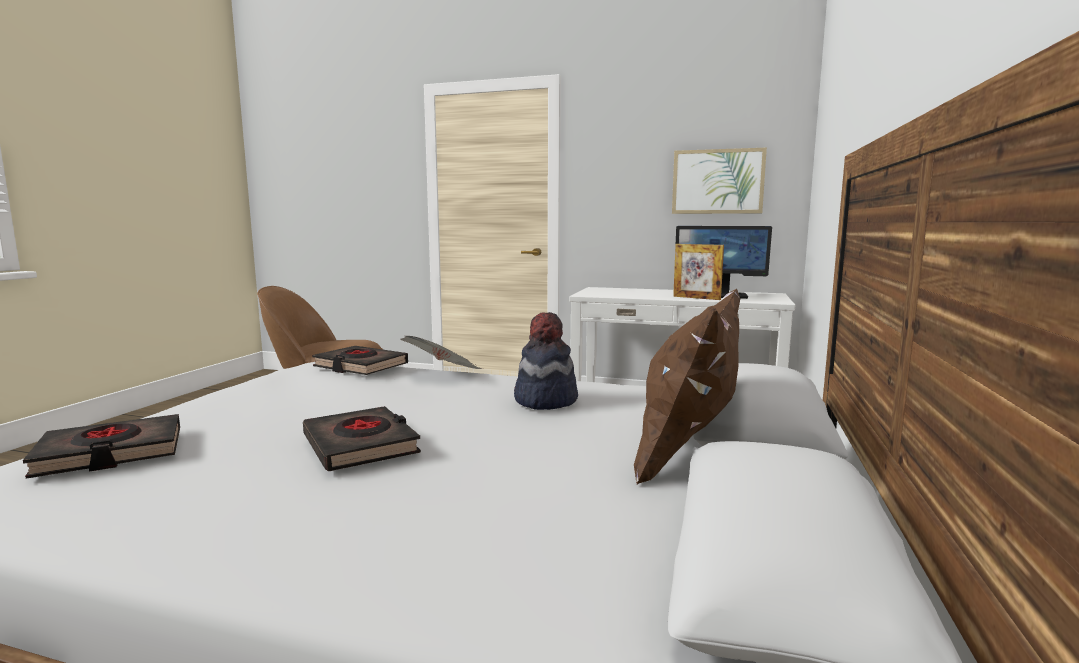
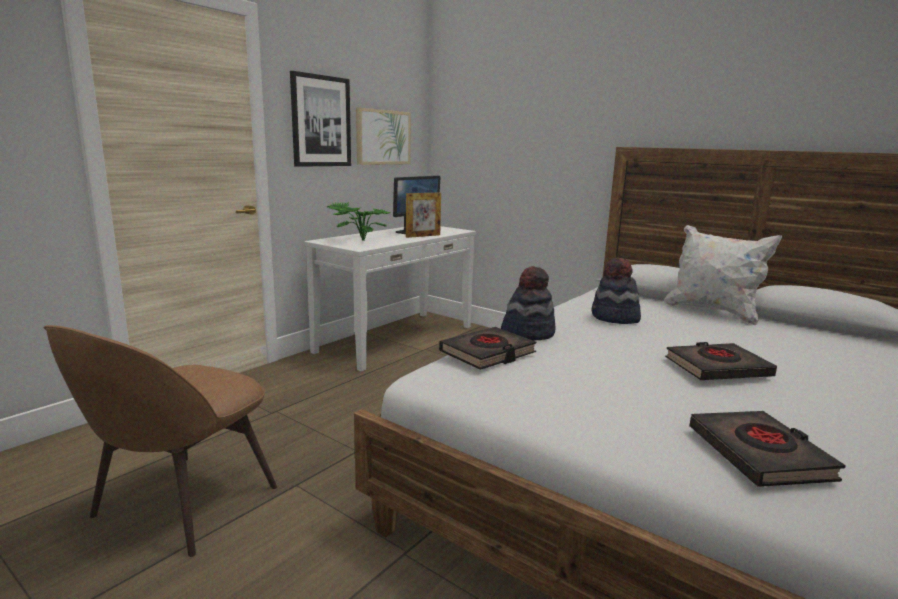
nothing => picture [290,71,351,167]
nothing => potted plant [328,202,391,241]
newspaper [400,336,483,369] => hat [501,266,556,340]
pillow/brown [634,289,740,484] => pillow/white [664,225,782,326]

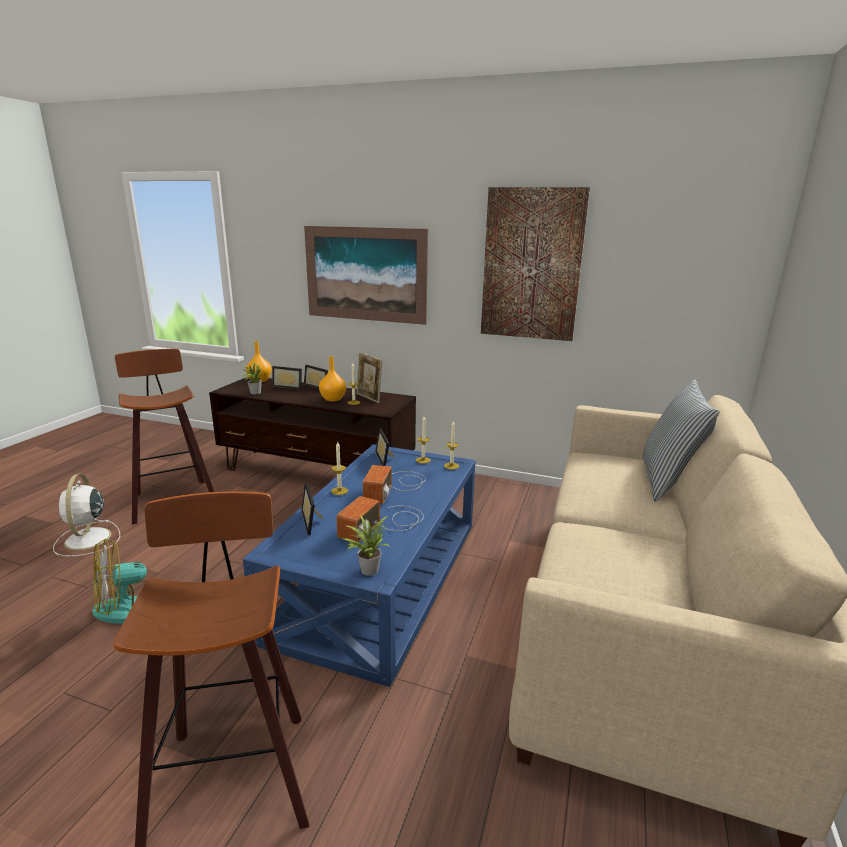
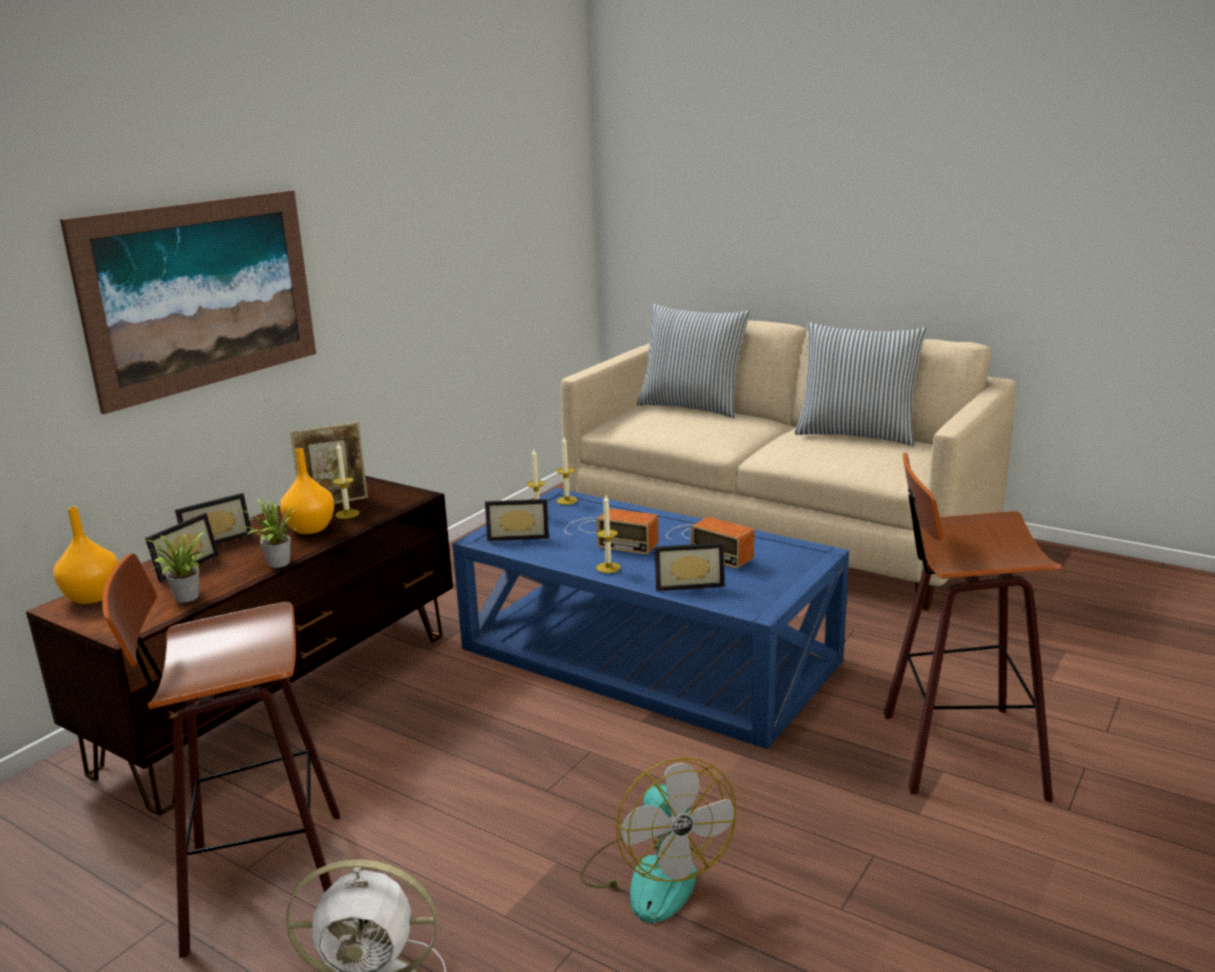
potted plant [341,515,389,576] => potted plant [240,498,297,568], move
nothing => pillow [794,322,927,446]
picture [481,187,590,341] => nothing

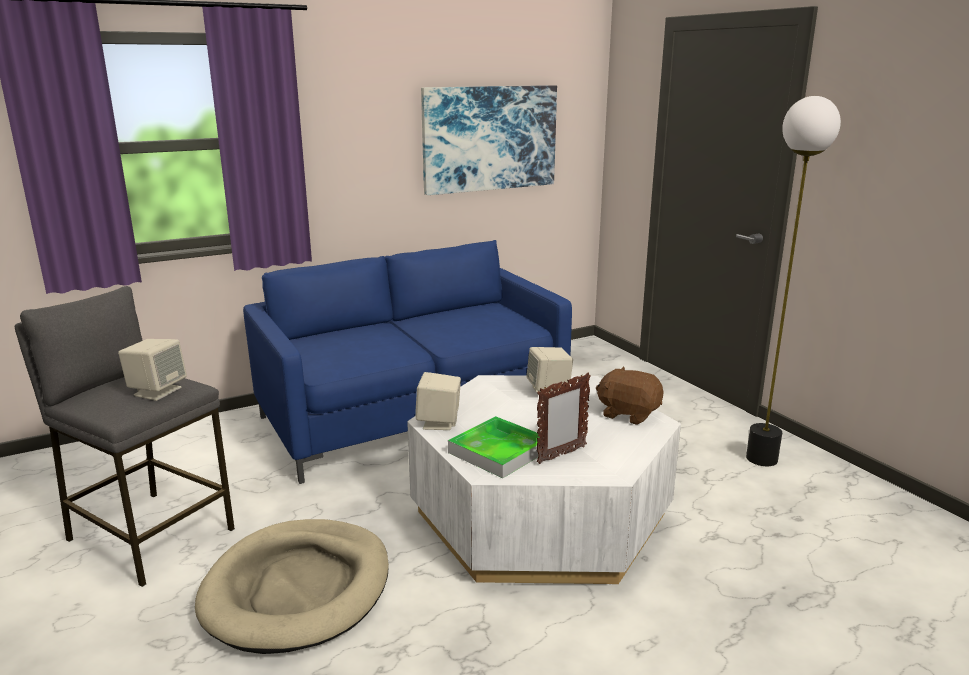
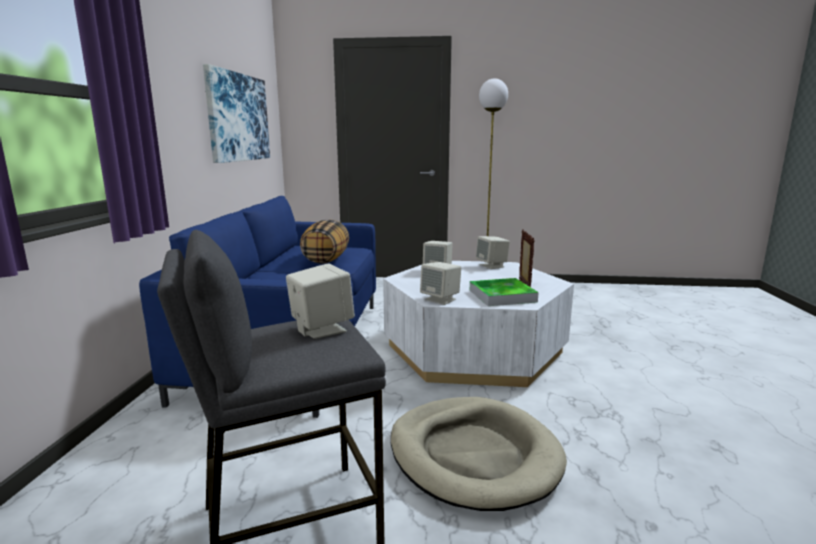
nothing => pillow [300,219,349,264]
plush toy/brown [596,366,663,425] => speaker/beige [476,236,510,269]

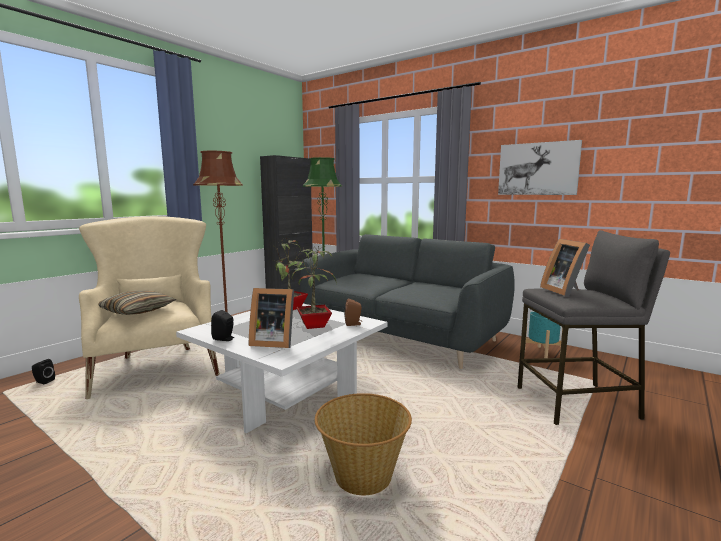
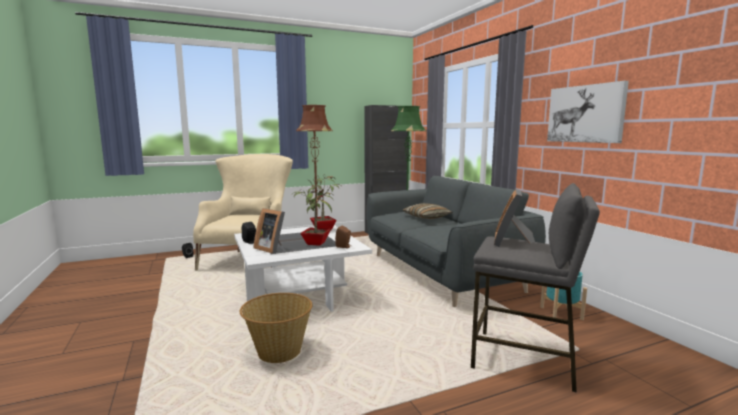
pillow [98,290,176,315] => pillow [403,203,453,219], move

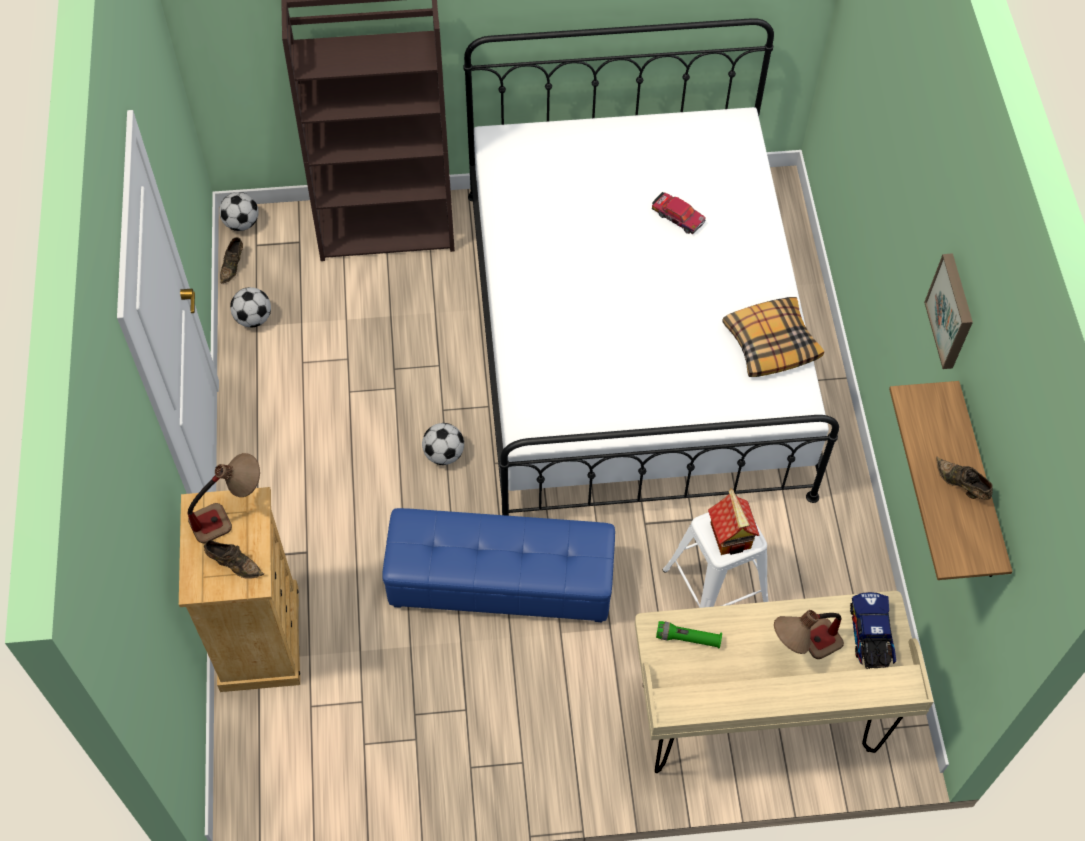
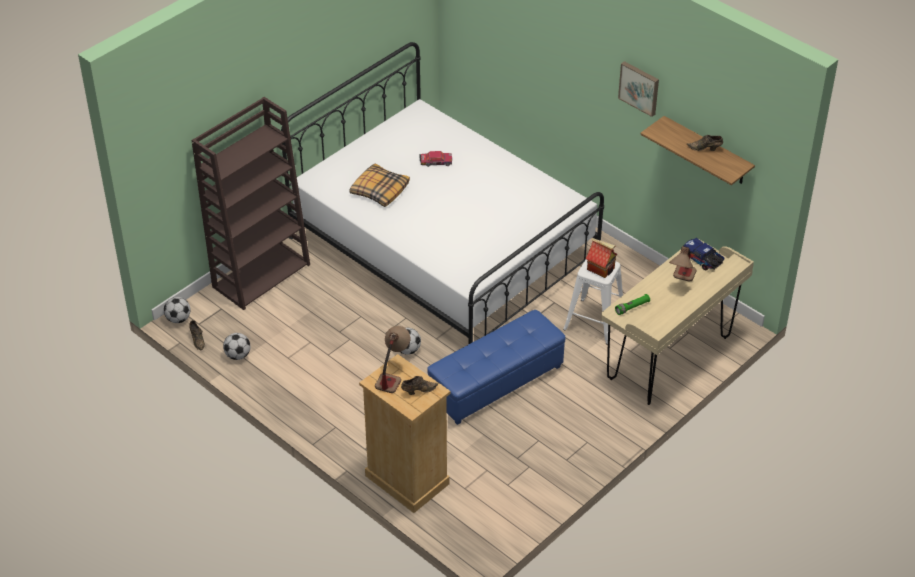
pillow [722,297,824,377] => pillow [350,163,410,207], move

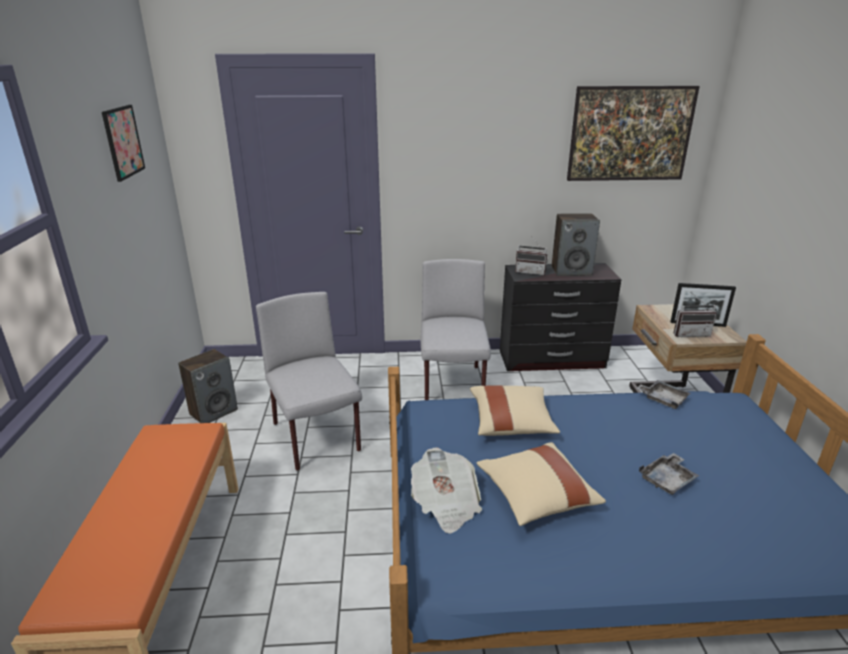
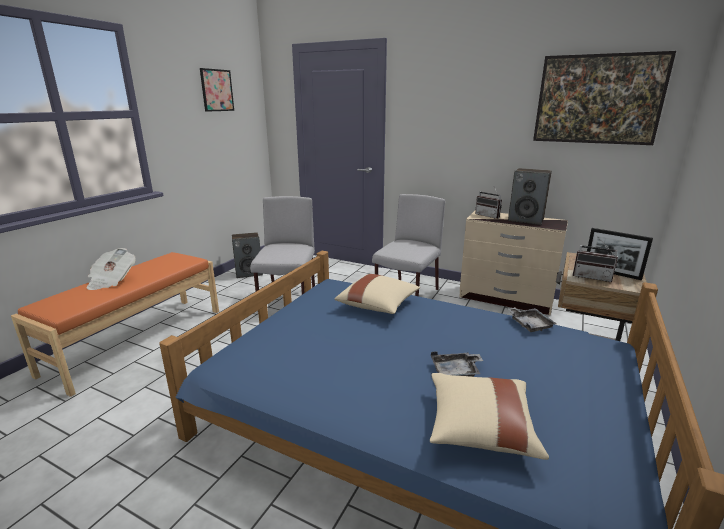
newspaper [411,448,482,534] => newspaper [87,248,136,290], move
pillow/beige [477,442,606,526] => pillow/beige [430,373,549,460], move
dresser/black [500,263,622,371] => dresser/beige [459,210,568,315]

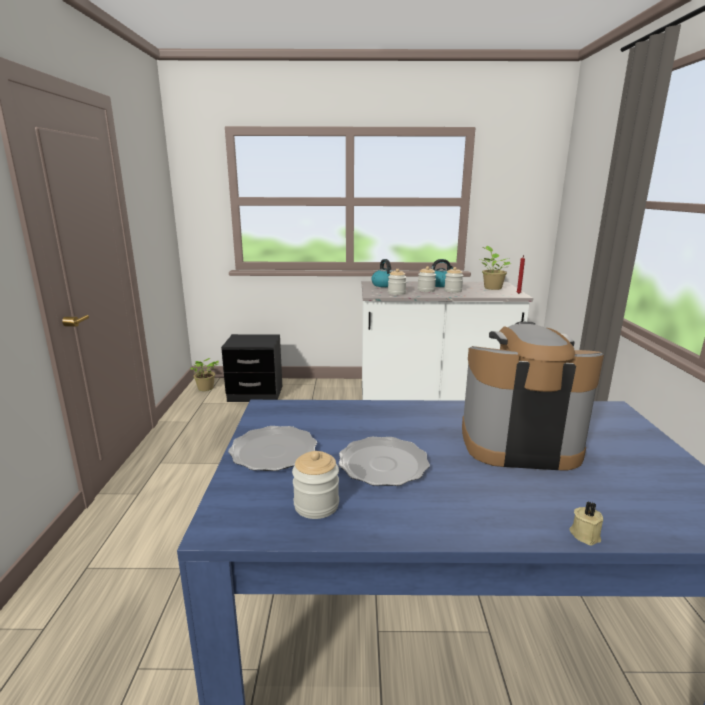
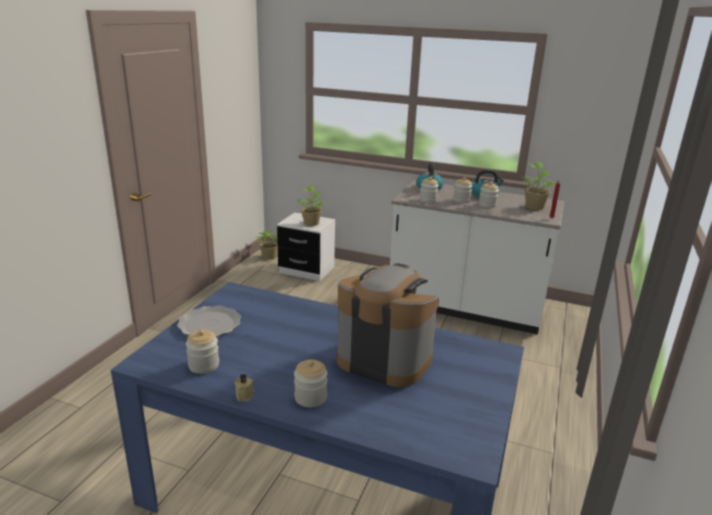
candle/beige [570,501,603,545] => candle/beige [235,374,255,401], move
nightstand/black [221,334,282,402] => nightstand/white [277,213,335,281]
nothing => jar [294,359,328,407]
nothing => potted plant [296,185,324,226]
plate [338,437,430,486] => nothing

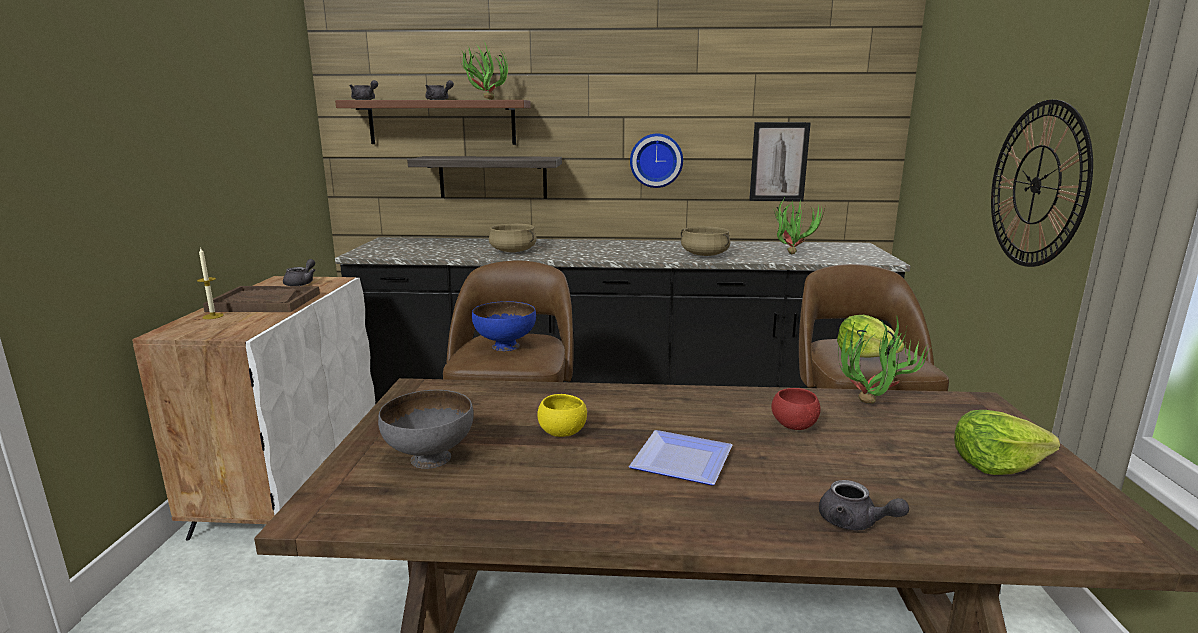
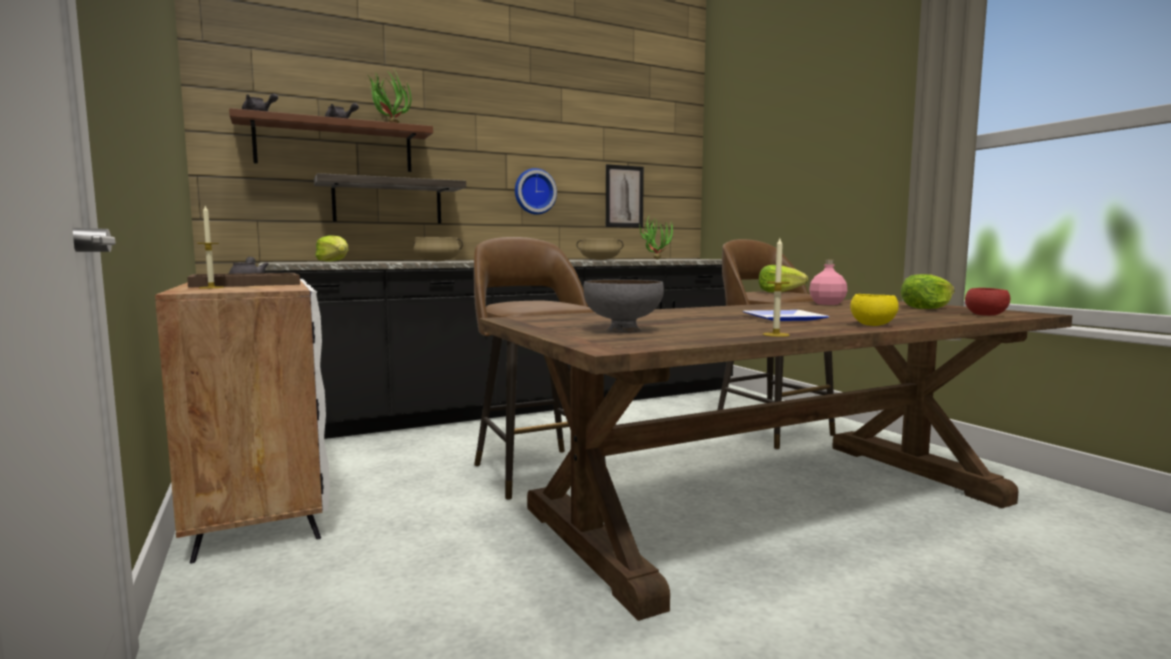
nothing => lettuce [315,235,349,262]
nothing => candle [763,238,790,337]
potted plant [838,318,930,403] => bottle/pink [809,260,847,305]
bowl/yellow [537,394,587,437] => bowl/yellow [850,294,899,326], move
bowl/red [771,388,821,430] => bowl/red [965,288,1010,316], move
bowl/blue [472,301,536,351] => nothing
teapot/grey [819,480,909,531] => nothing
wall clock [991,100,1093,267] => nothing

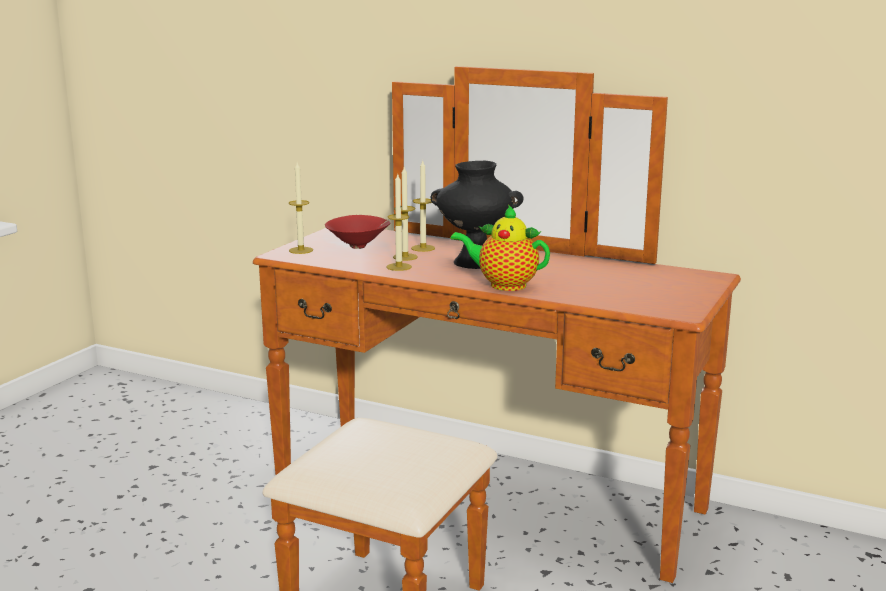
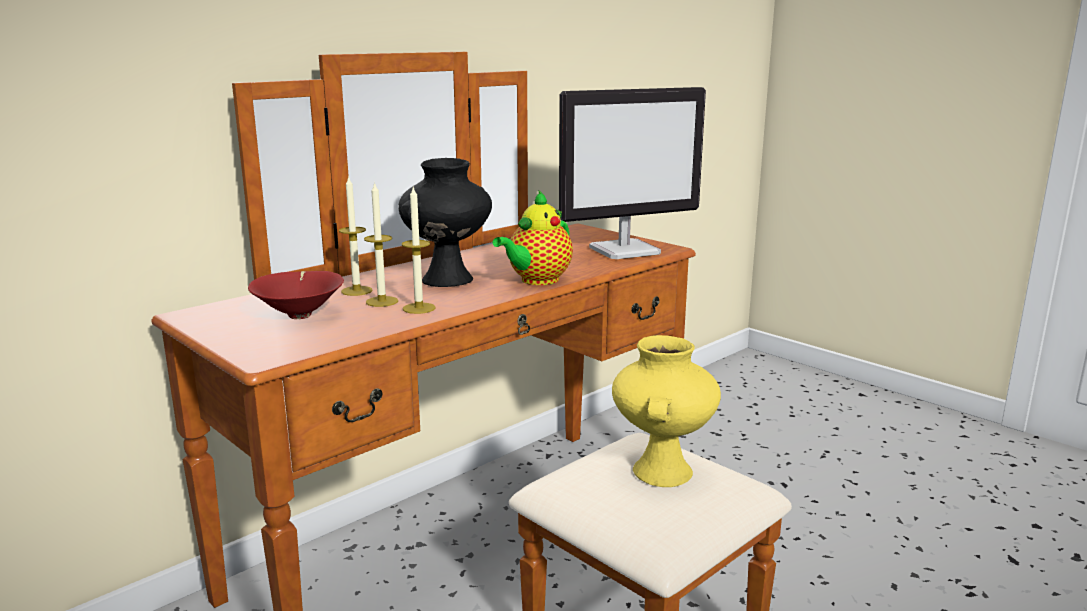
nothing => monitor [559,87,706,259]
nothing => vase/yellow [612,335,721,487]
candle [289,162,313,254] => nothing

